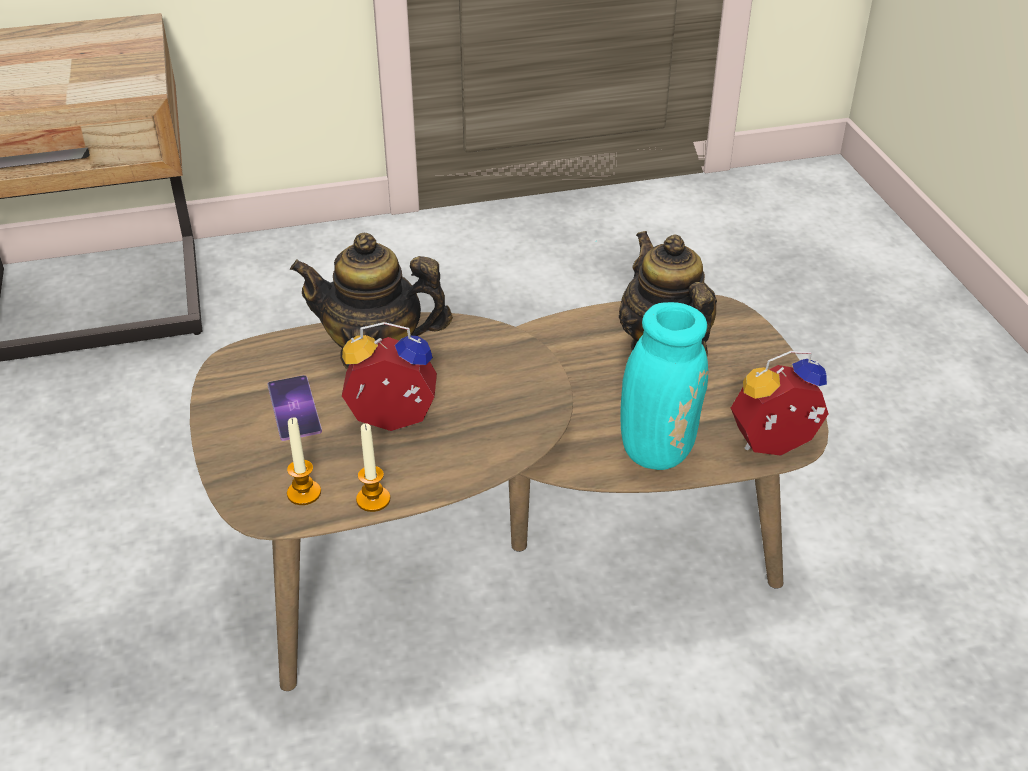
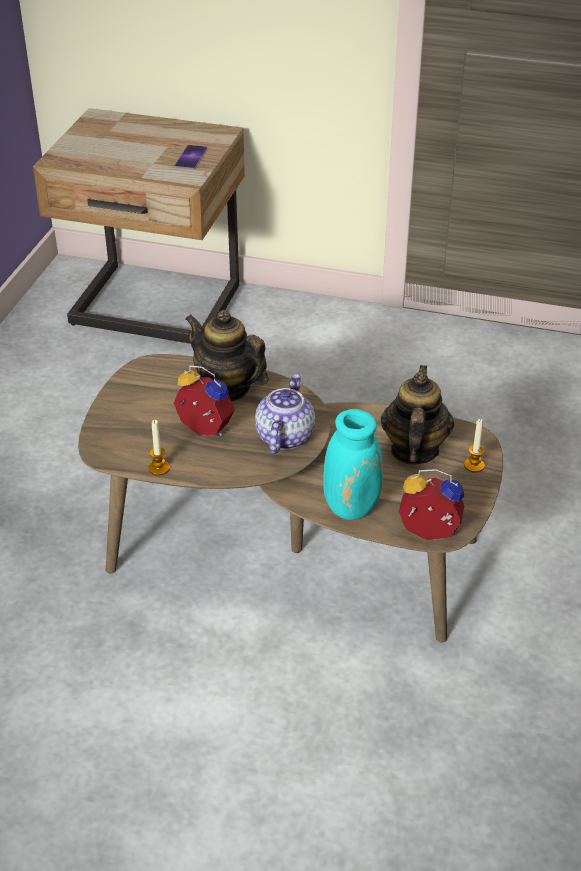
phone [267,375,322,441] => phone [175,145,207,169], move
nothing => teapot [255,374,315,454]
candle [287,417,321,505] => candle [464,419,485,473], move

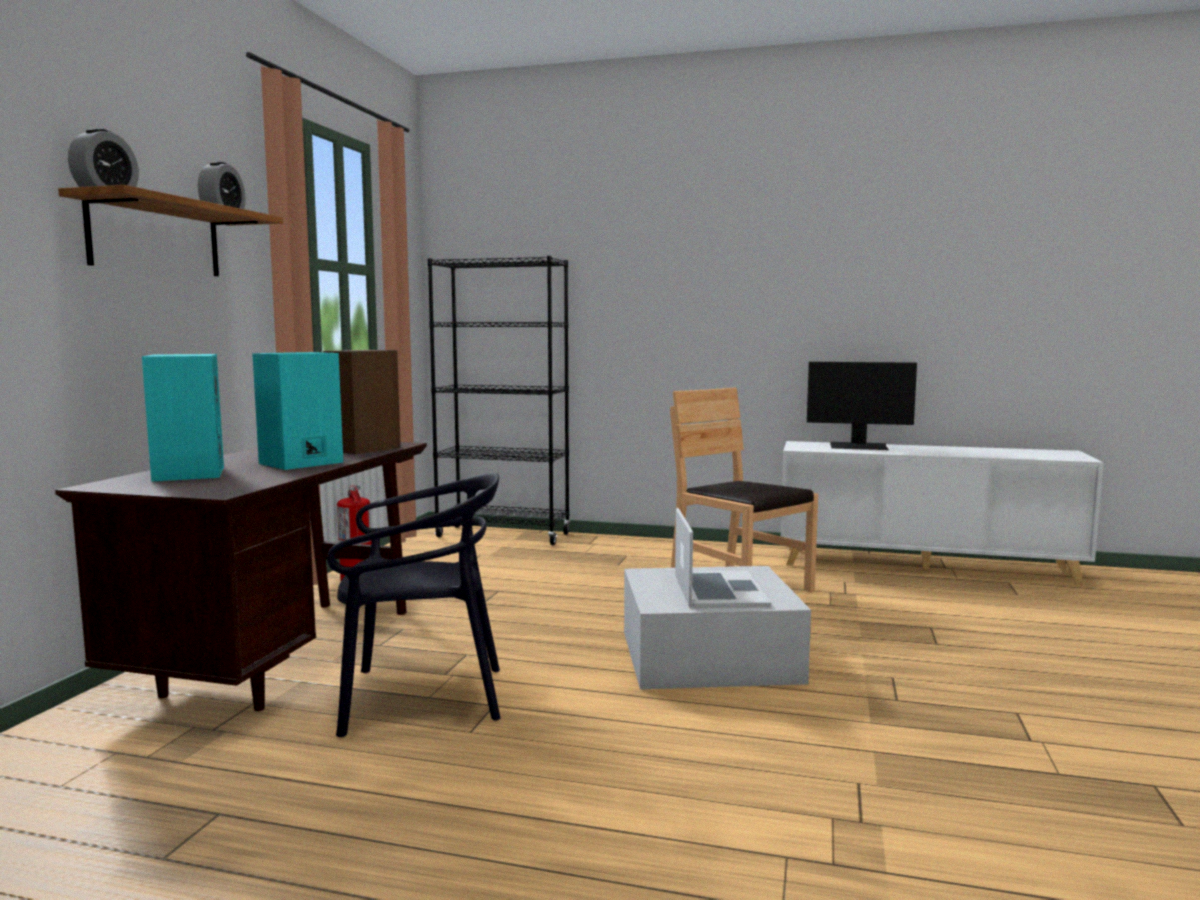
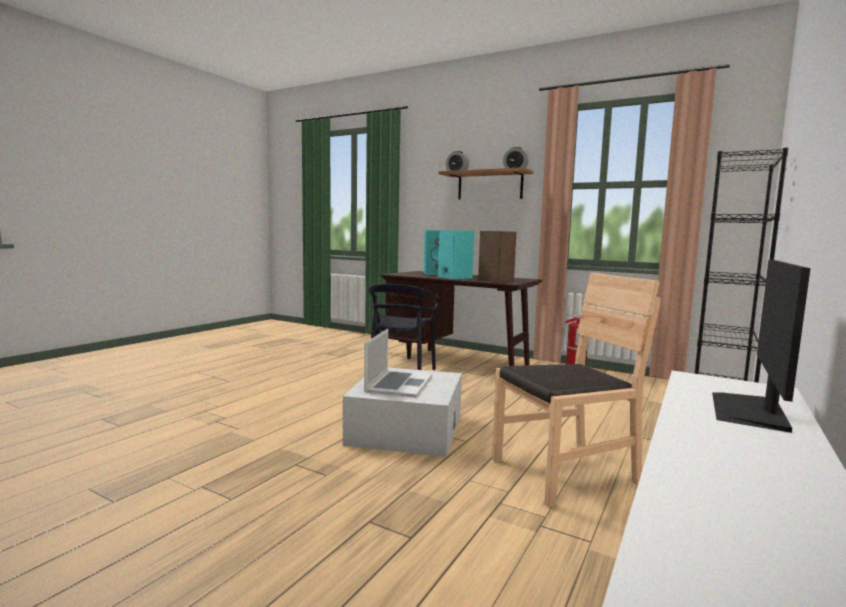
laptop [675,508,771,608] => laptop [364,329,432,397], 90 degrees counterclockwise

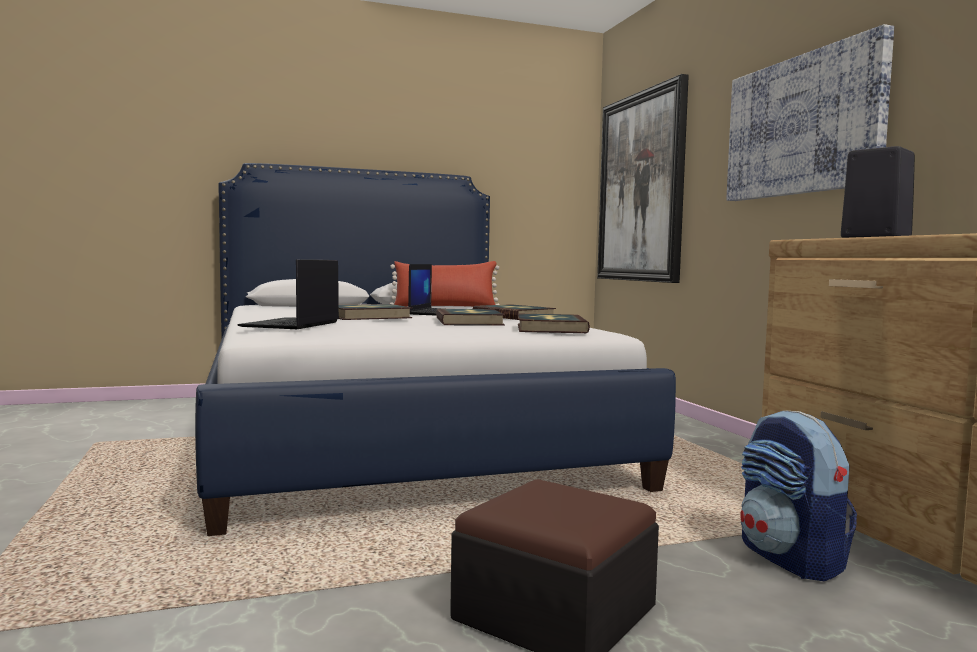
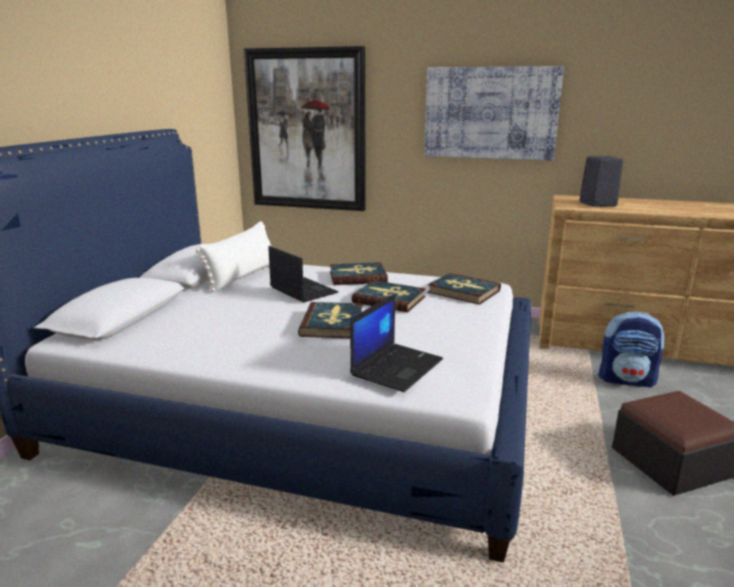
pillow/red [390,261,500,307] => pillow/white [196,221,272,292]
laptop [237,259,339,329] => laptop [350,293,443,392], 105 degrees counterclockwise

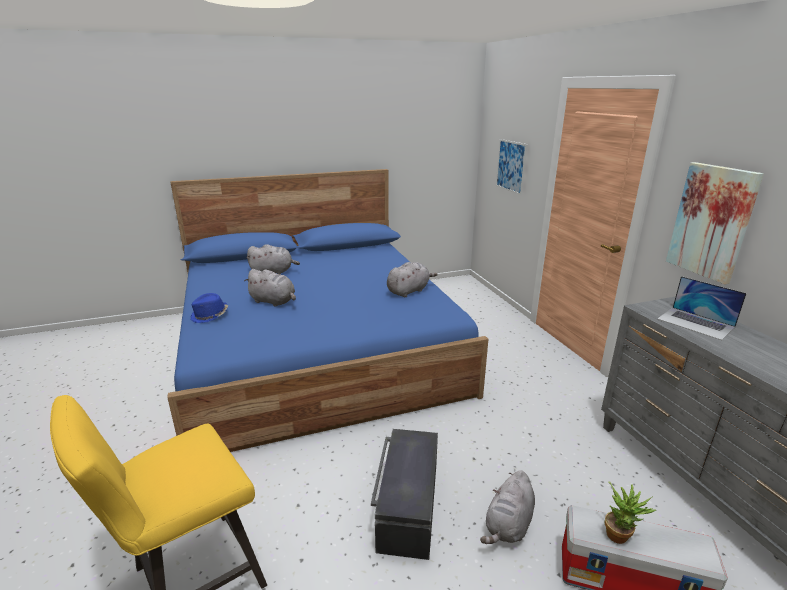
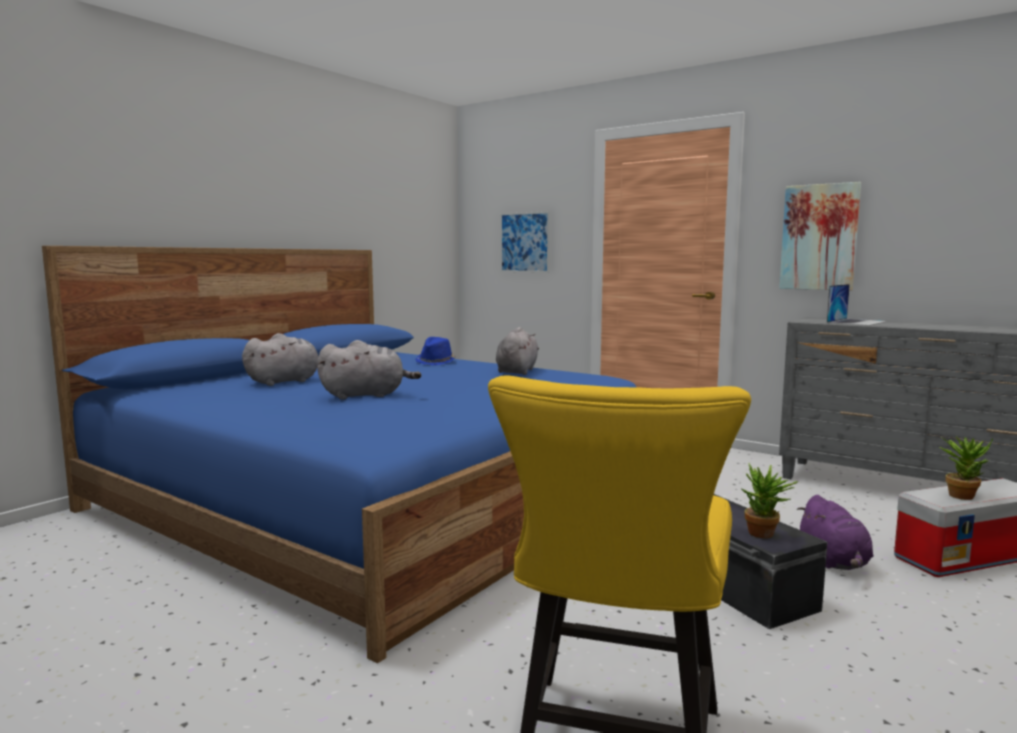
hat/blue [190,293,228,323] => hat/blue [415,337,456,365], move
nothing => potted plant [741,464,798,538]
plush toy/grey [480,470,535,544] => plush toy/purple [797,495,873,570]
laptop [657,276,747,340] => laptop [827,284,887,326], 60 degrees counterclockwise

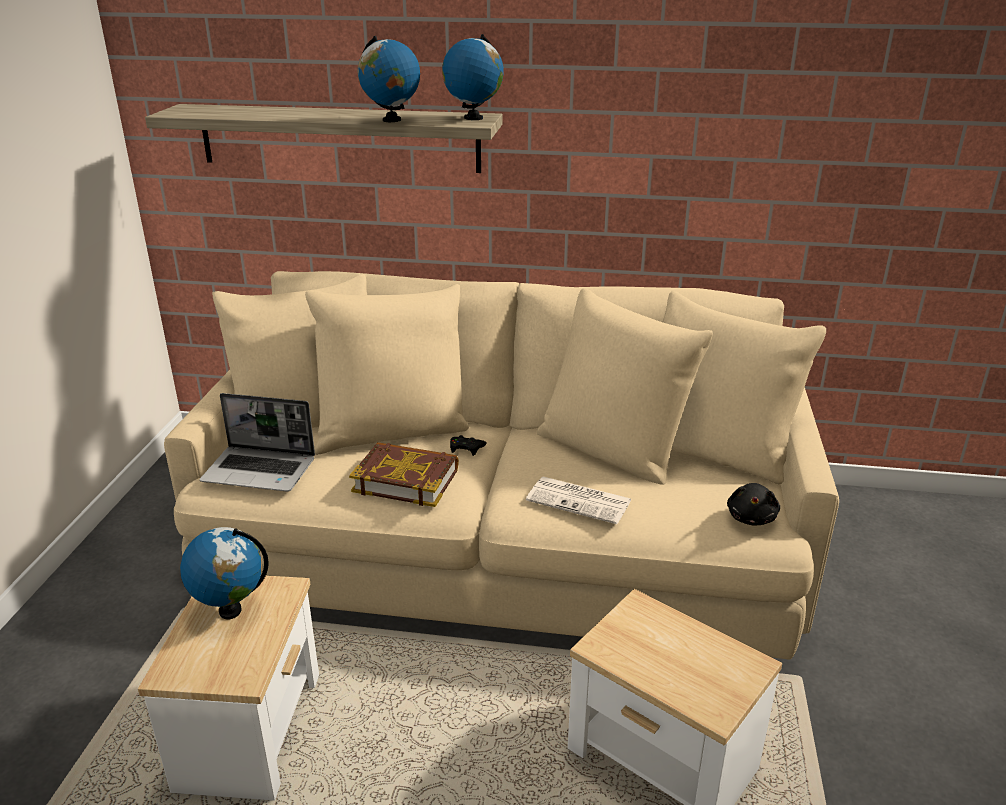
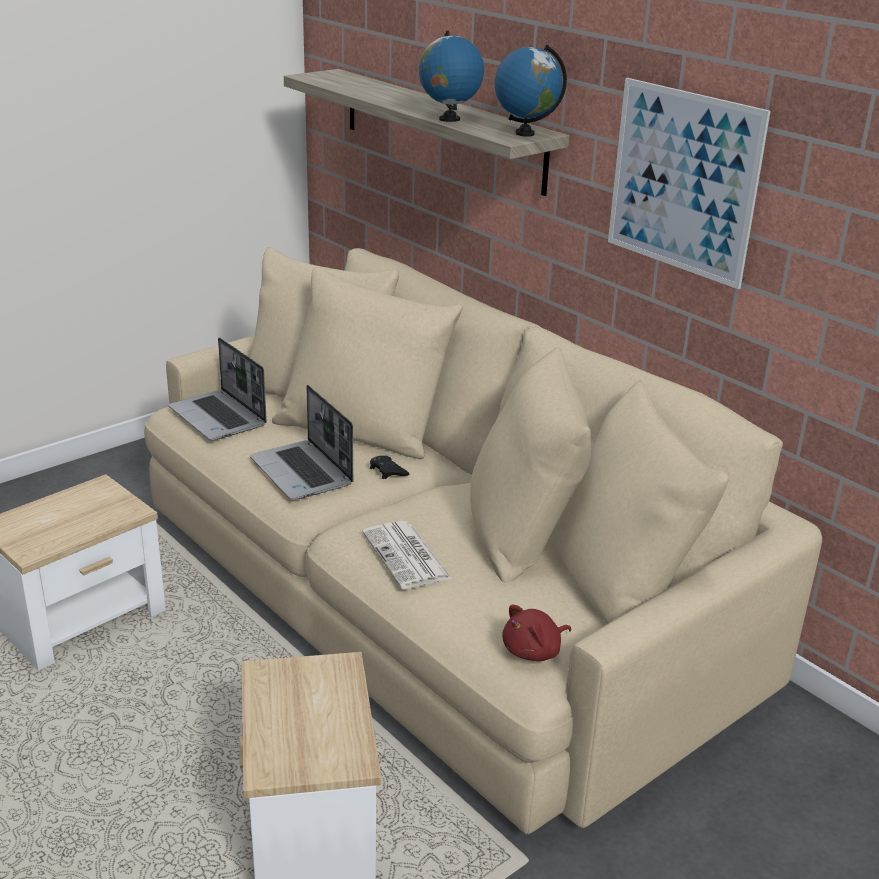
book [349,442,459,507] => laptop [250,385,353,500]
plush toy/black [727,483,780,525] => plush toy/red [502,605,571,661]
nothing => picture [608,78,771,289]
globe [180,527,269,620] => nothing

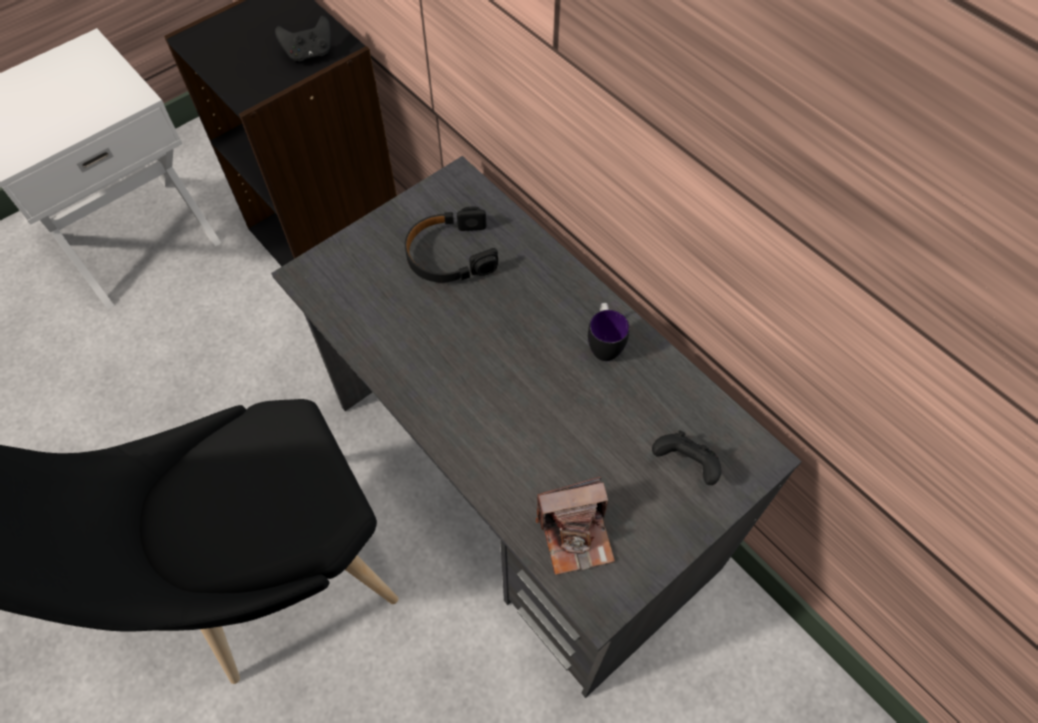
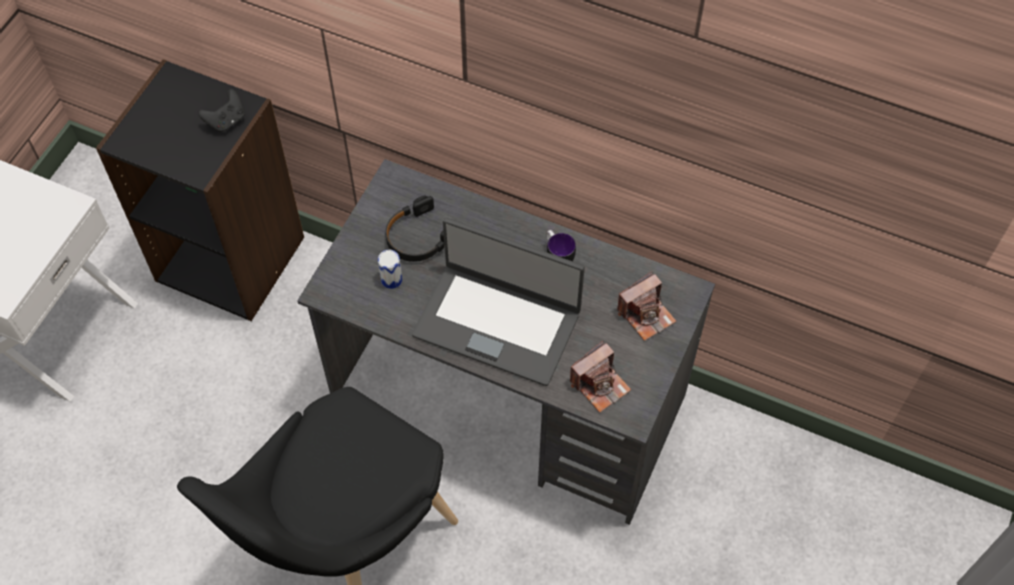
nothing => can [378,250,402,289]
nothing => laptop [412,218,585,386]
game controller/black [652,431,721,485] => photo camera [617,272,676,341]

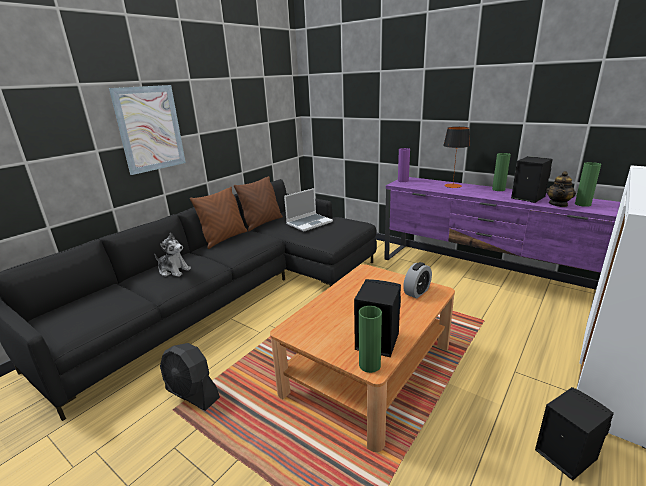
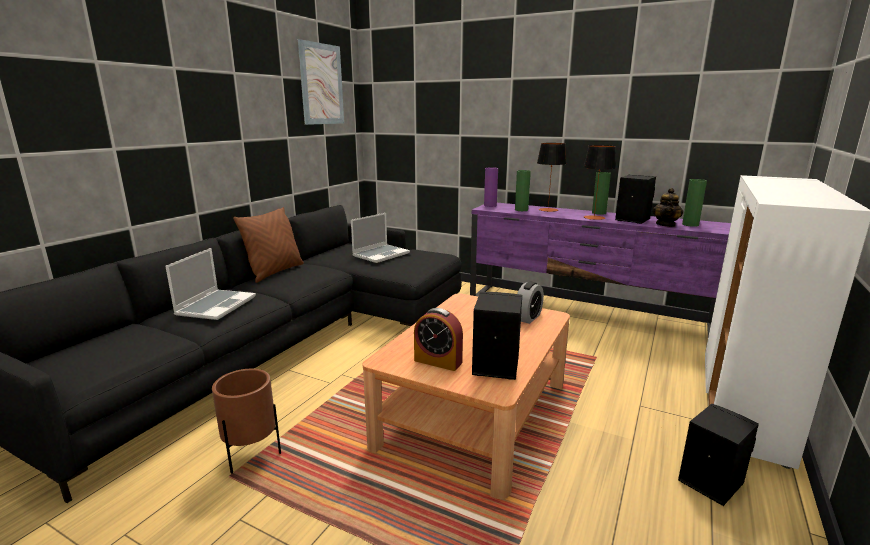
plush toy [154,233,191,277] => laptop [165,248,256,320]
fan/black [160,343,220,411] => planter/brown [212,369,281,473]
picture [109,85,186,175] => picture [298,39,344,125], move
nothing => alarm clock [414,308,463,371]
vase/green [359,306,382,373] => vase/green [515,170,531,211], move
nothing => table lamp [583,145,616,220]
pillow/brown [234,176,283,231] => nothing

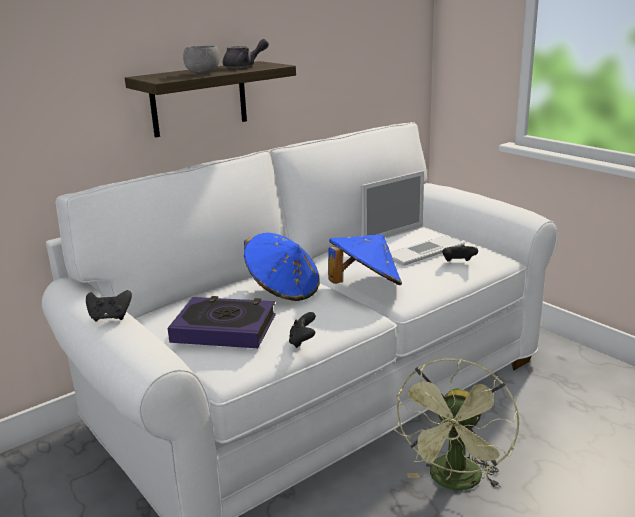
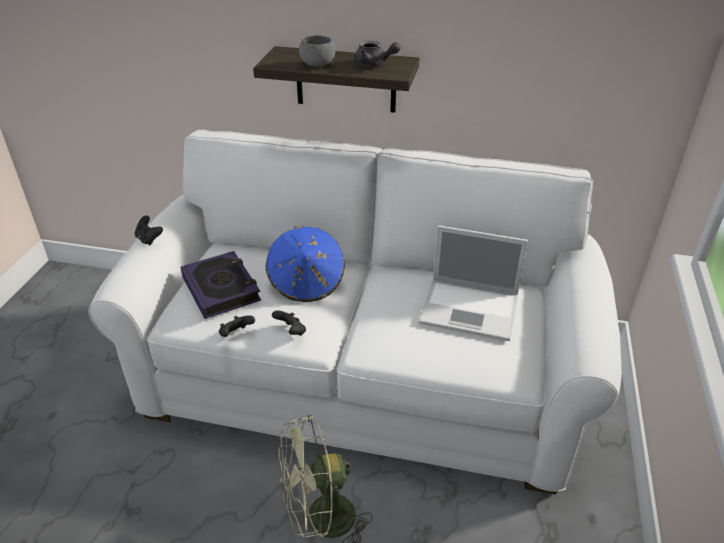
game controller/black [442,245,478,262] => game controller/black [272,310,306,336], move
hat/blue [328,234,402,285] => nothing

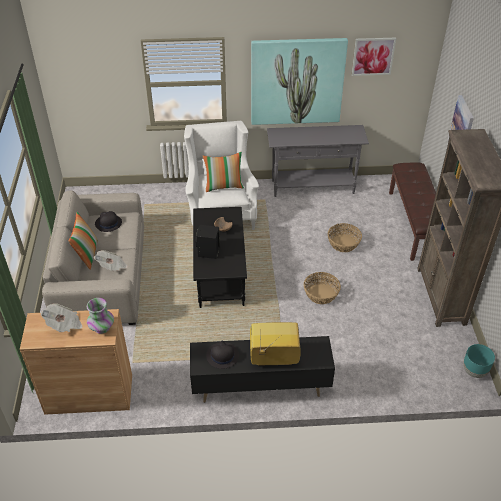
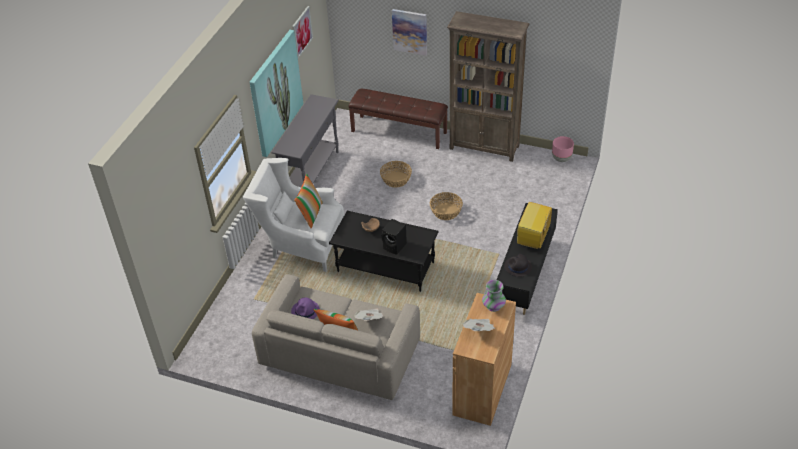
hat/black [95,211,122,232] => hat/purple [291,298,320,319]
planter/turquoise [463,344,495,378] => planter/pink [552,136,574,162]

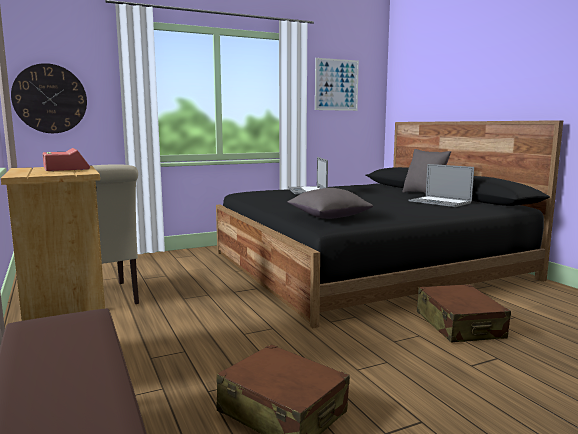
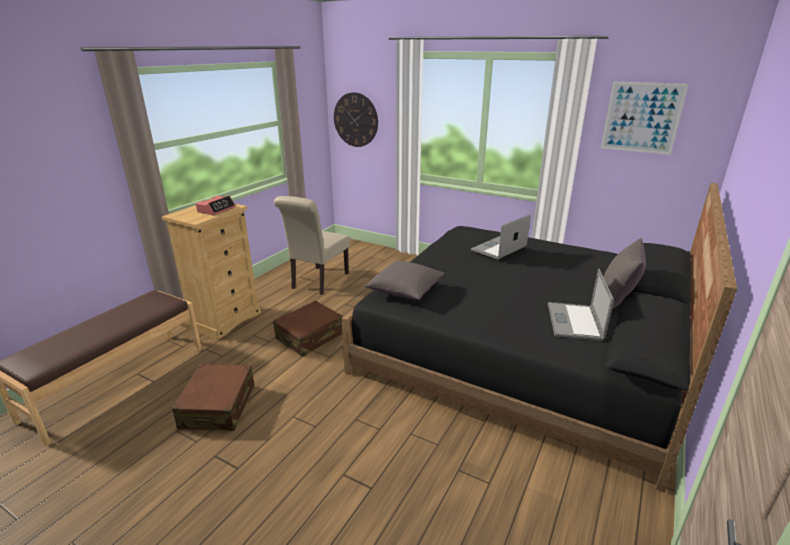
suitcase/brown [417,284,511,342] => suitcase/brown [273,301,343,357], move

